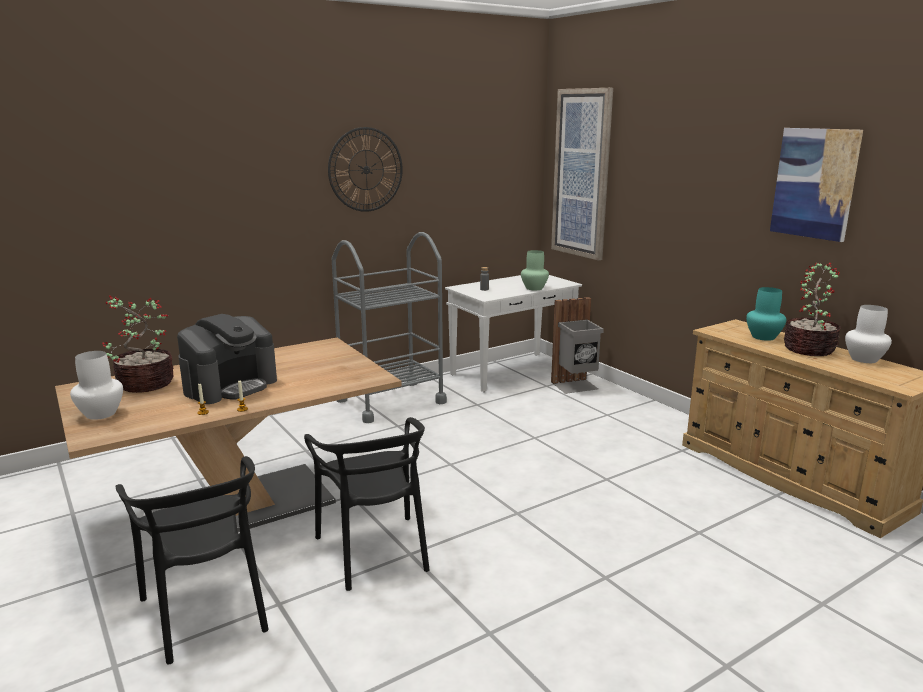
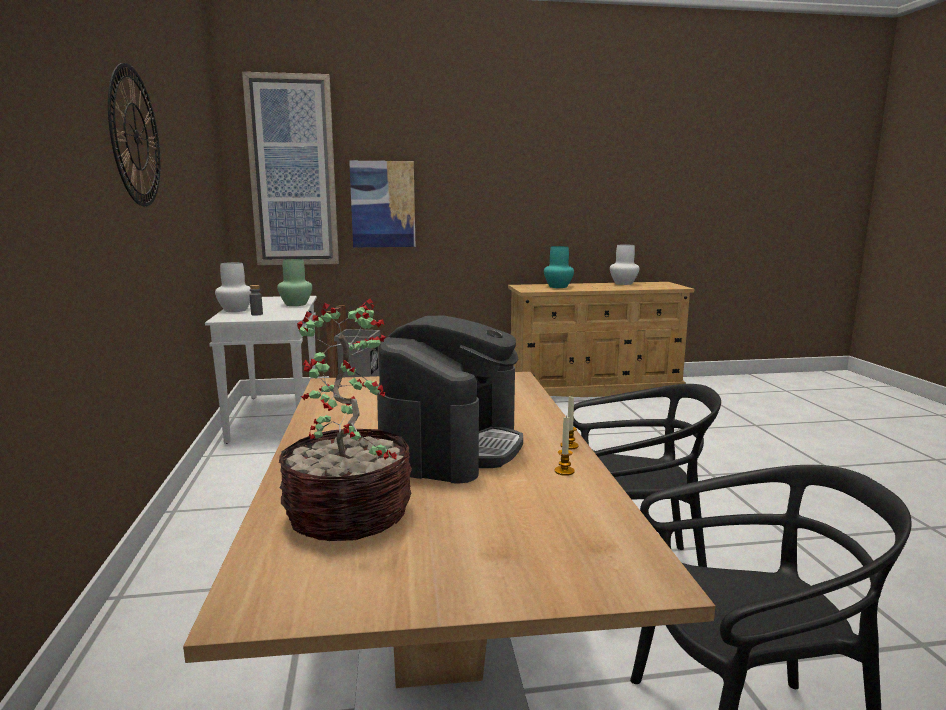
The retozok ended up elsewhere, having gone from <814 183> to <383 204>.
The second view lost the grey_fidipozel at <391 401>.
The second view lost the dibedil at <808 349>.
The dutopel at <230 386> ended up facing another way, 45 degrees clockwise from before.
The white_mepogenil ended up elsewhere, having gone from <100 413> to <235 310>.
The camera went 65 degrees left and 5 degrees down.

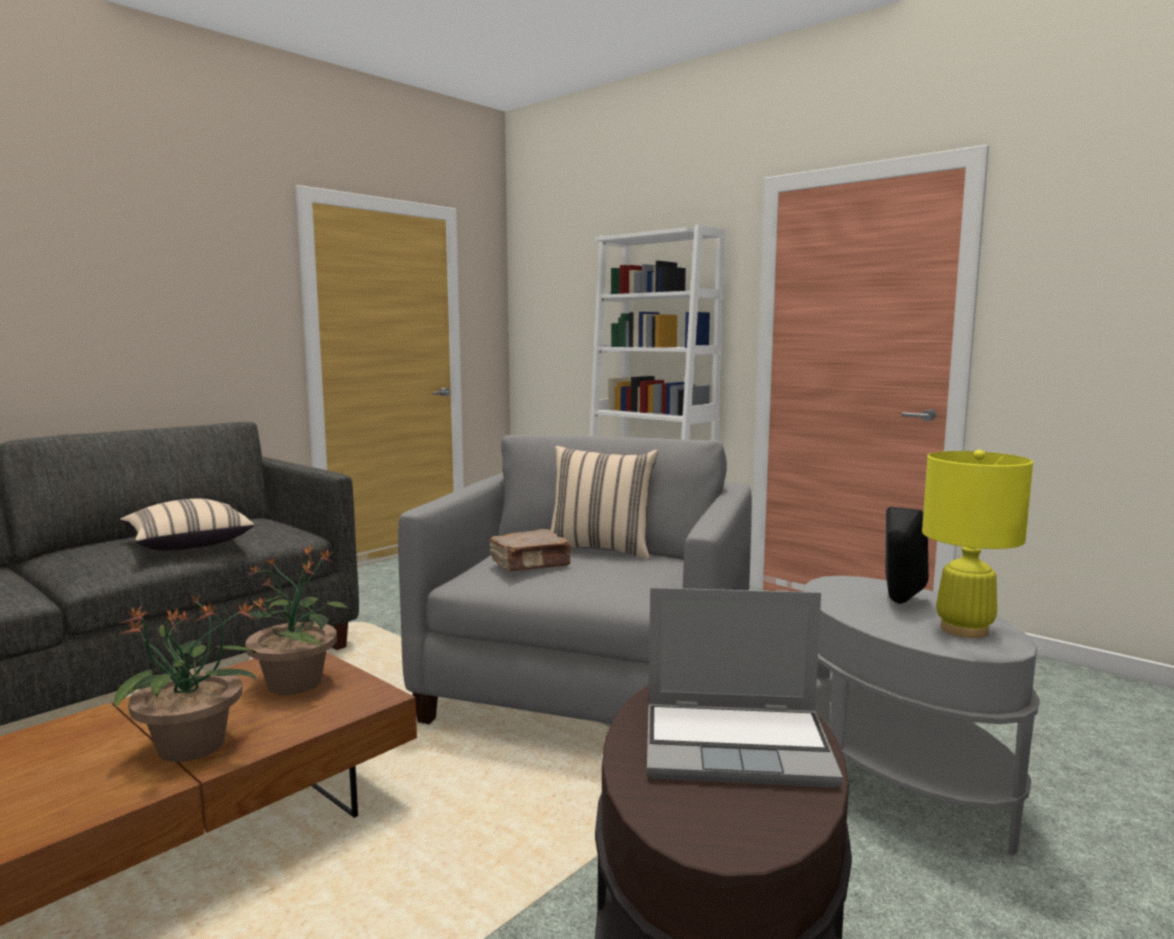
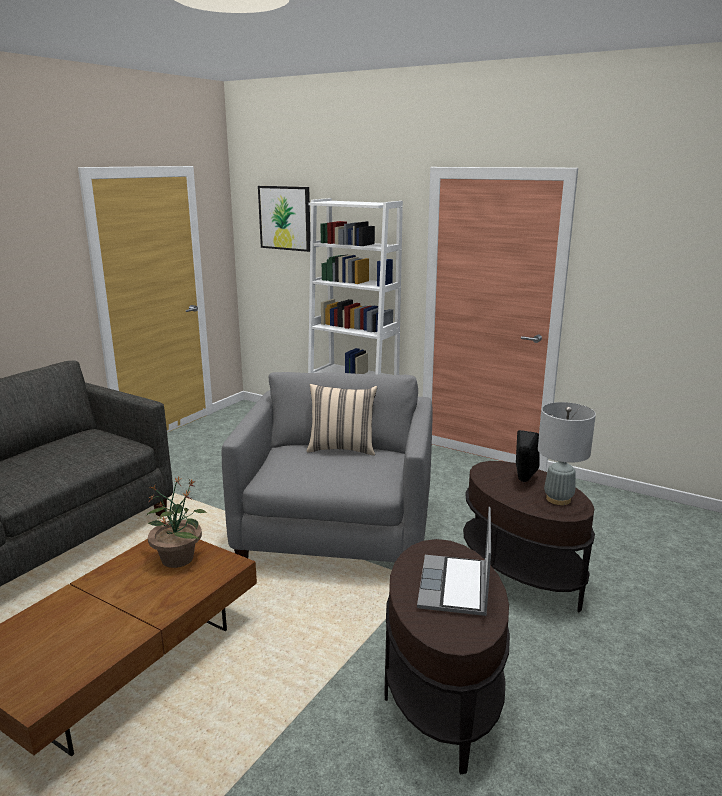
What was the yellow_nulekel at <964 630> turned into the grey_nulekel at <558 499>.
The second view lost the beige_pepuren at <188 543>.
The second view lost the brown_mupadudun at <531 564>.
What was the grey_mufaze at <896 782> turned into the brown_mufaze at <520 576>.
The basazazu at <738 746> ended up facing another way, 105 degrees clockwise from before.
The second view lost the dibedil at <193 746>.
The second view gained the retozok at <285 218>.
The camera went 10 degrees left and 10 degrees up.

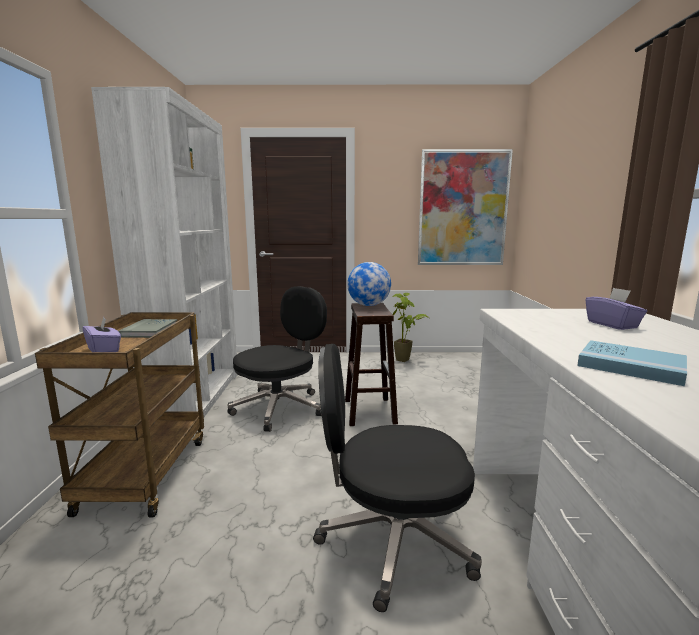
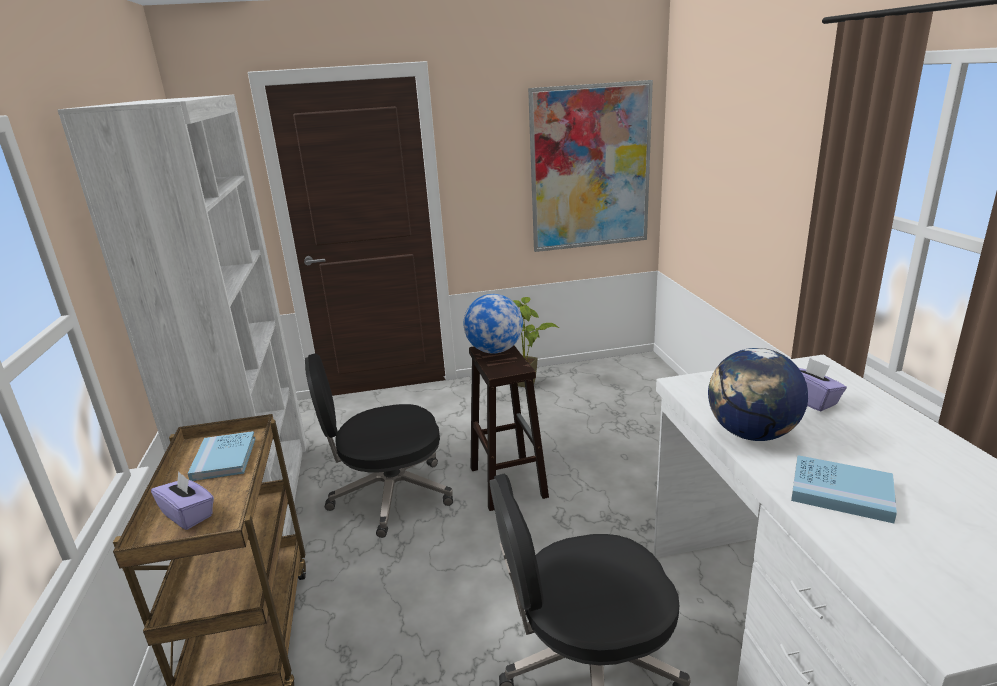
The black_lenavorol at <280 407> ended up facing another way, 135 degrees counterclockwise from before.
What was the grey_mupadudun at <150 331> turned into the blue_mupadudun at <224 458>.
The second view gained the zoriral at <752 434>.
The camera went 10 degrees left and 10 degrees up.

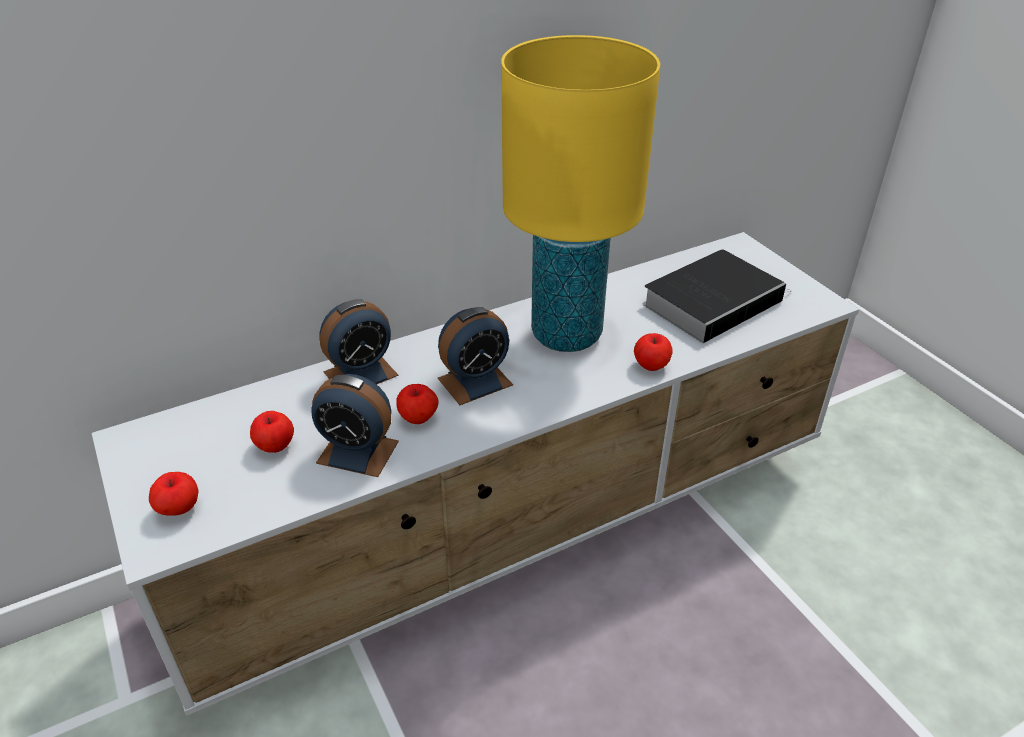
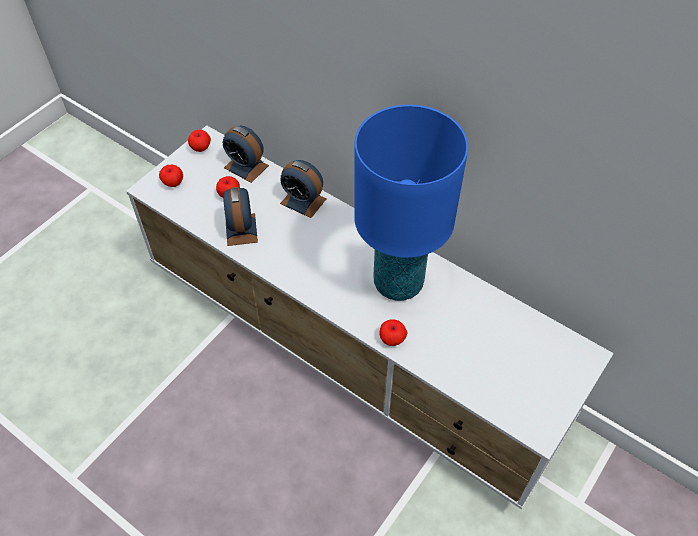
What was the yellow_nulekel at <567 334> turned into the blue_nulekel at <398 283>.
The second view lost the mupadudun at <714 300>.
The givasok ended up elsewhere, having gone from <475 381> to <246 166>.
The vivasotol ended up elsewhere, having gone from <418 418> to <201 148>.
The camera went 65 degrees right and 15 degrees up.

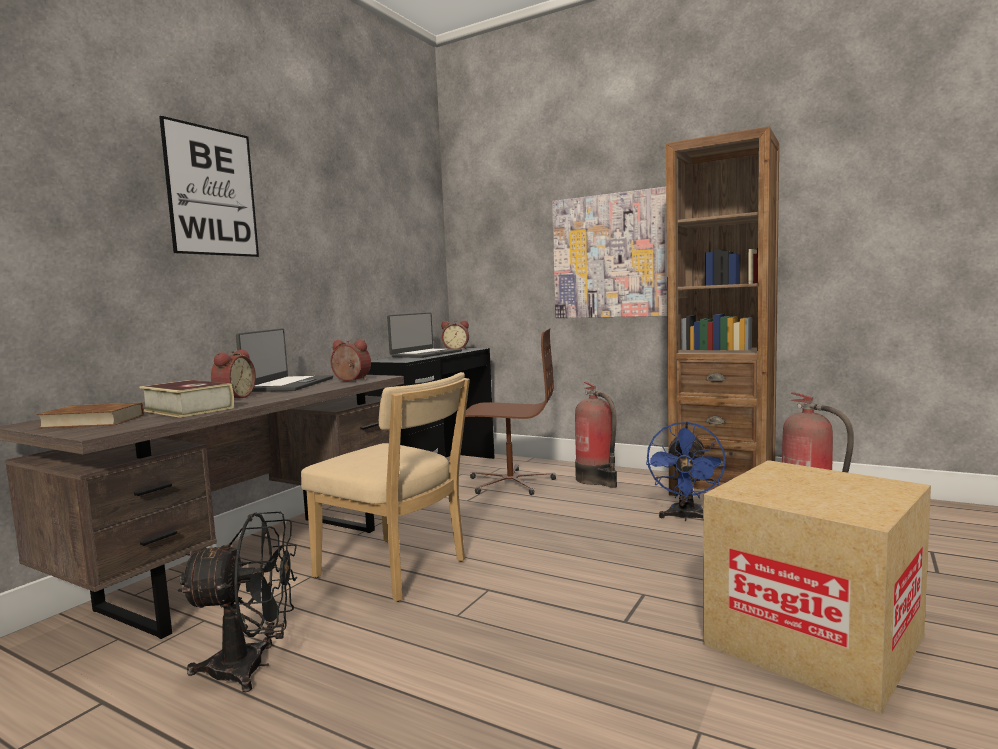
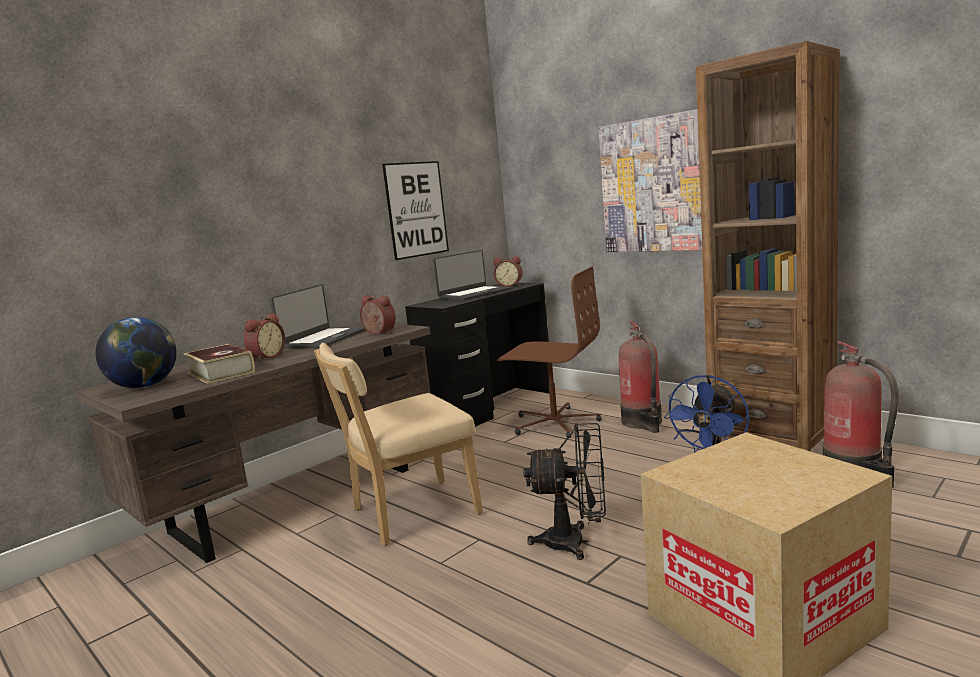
The retozok ended up elsewhere, having gone from <212 192> to <416 209>.
The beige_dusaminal at <396 570> ended up facing another way, 105 degrees clockwise from before.
Where the brown_mupadudun stood at <93 421>, the zoriral came to stand at <145 386>.
The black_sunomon ended up elsewhere, having gone from <252 667> to <576 542>.
The camera went 15 degrees right and 5 degrees up.

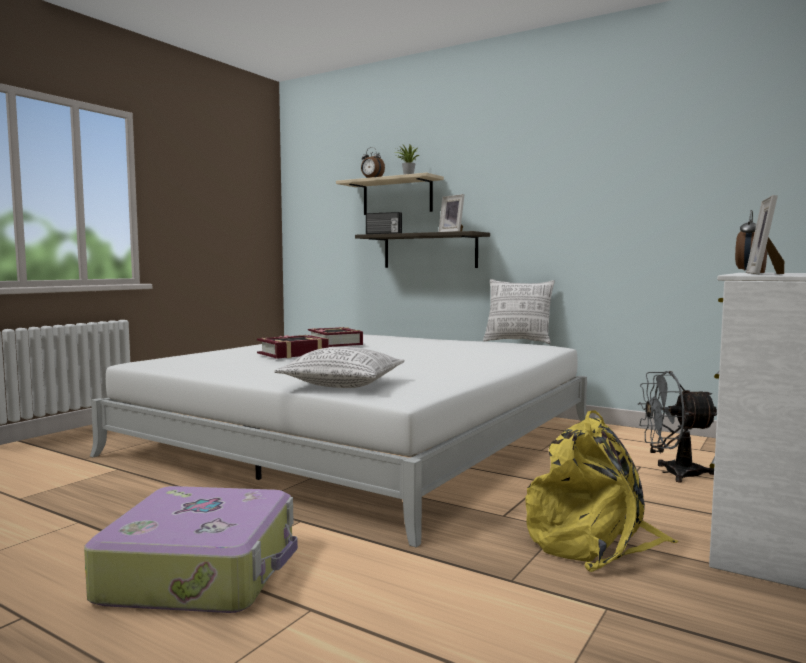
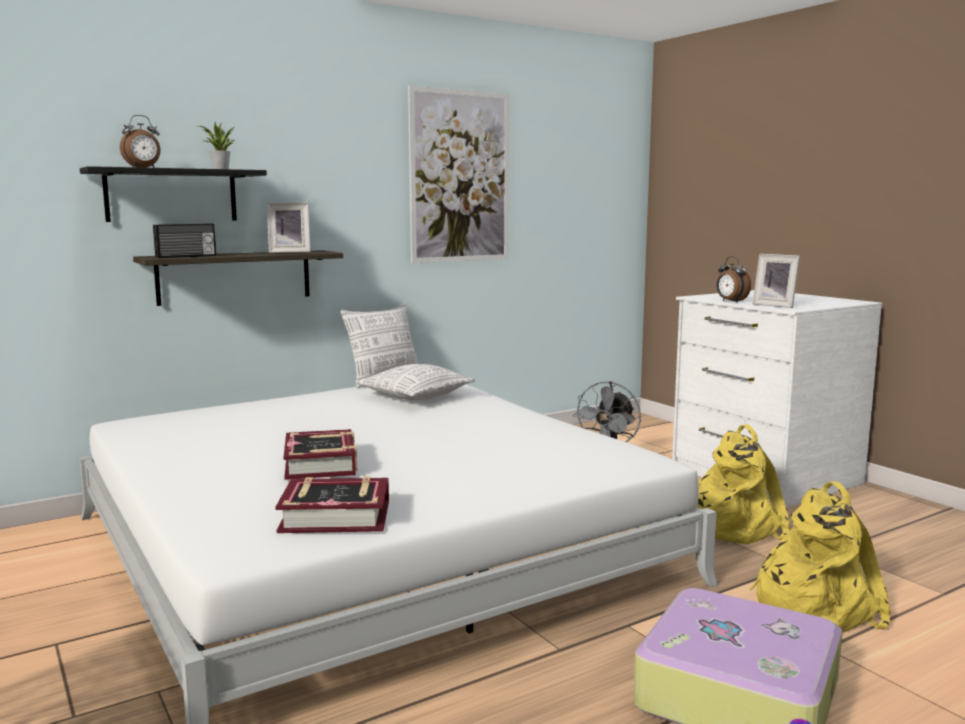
What was the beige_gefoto at <397 196> turned into the black_gefoto at <171 195>.
The mupadudun ended up elsewhere, having gone from <335 343> to <335 516>.
The pepuren ended up elsewhere, having gone from <343 384> to <415 396>.
The second view gained the retozok at <460 177>.
The second view gained the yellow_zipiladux at <814 605>.
The camera went 65 degrees left and 5 degrees up.

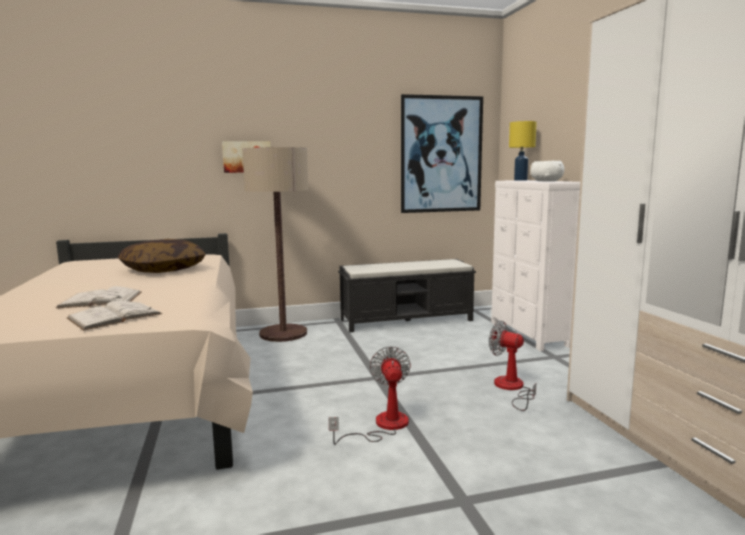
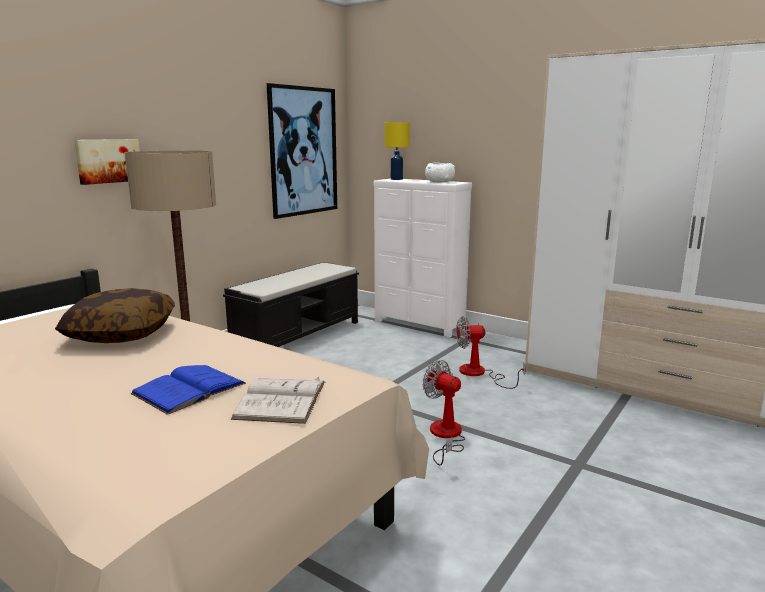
What was the white_mupadudun at <101 300> turned into the blue_mupadudun at <189 388>.
The camera went 40 degrees left and 5 degrees up.

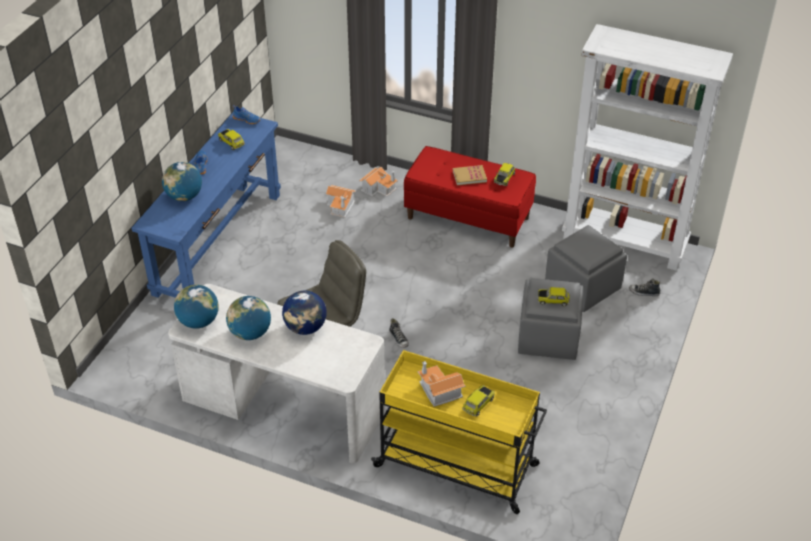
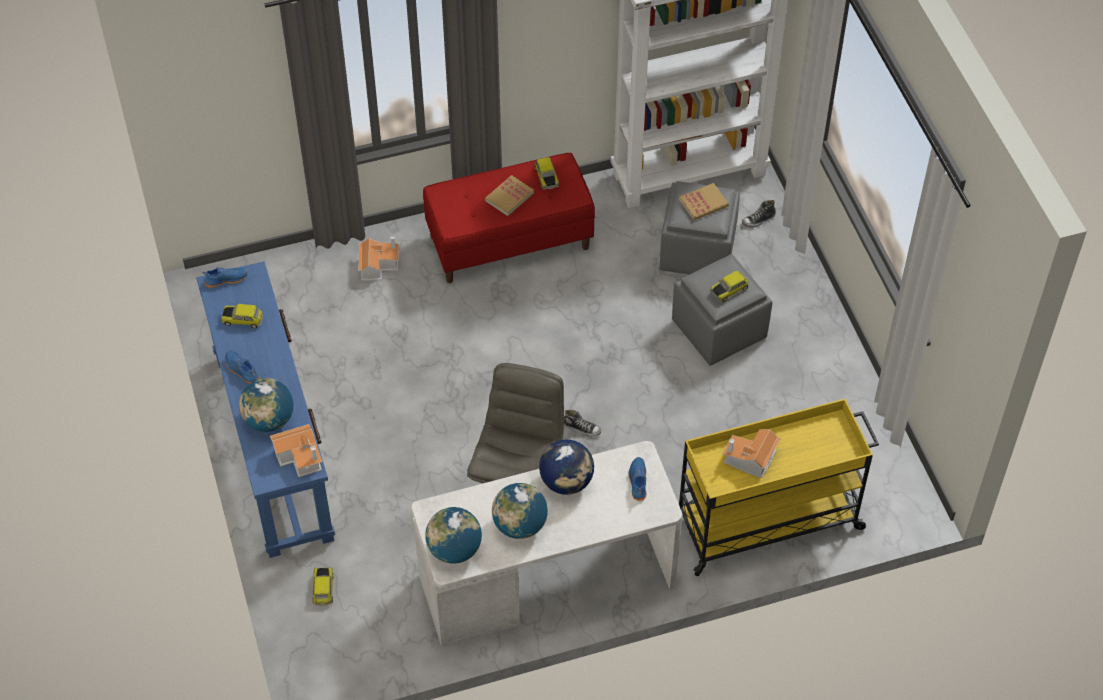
The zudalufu ended up elsewhere, having gone from <341 206> to <301 456>.
The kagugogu ended up elsewhere, having gone from <478 404> to <324 589>.
The second view gained the mupadudun at <703 203>.
The second view gained the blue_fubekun at <637 481>.
The camera went 40 degrees left and 10 degrees up.

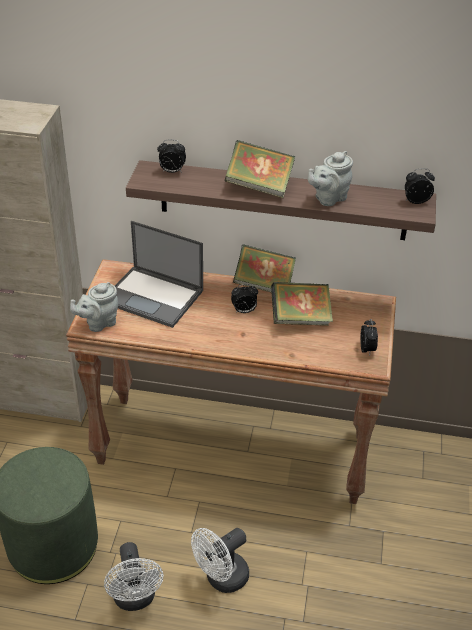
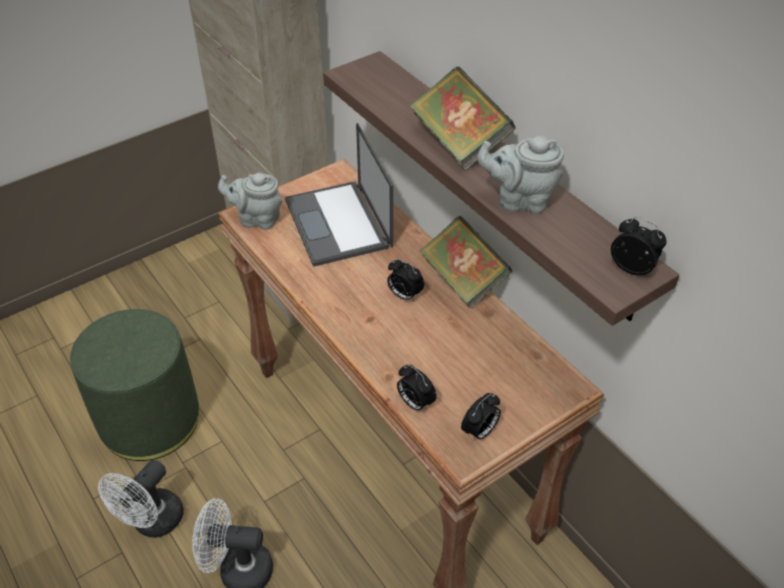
The givasok ended up elsewhere, having gone from <172 171> to <415 403>.
The second view lost the mupadudun at <300 318>.
The camera went 45 degrees right and 5 degrees up.

